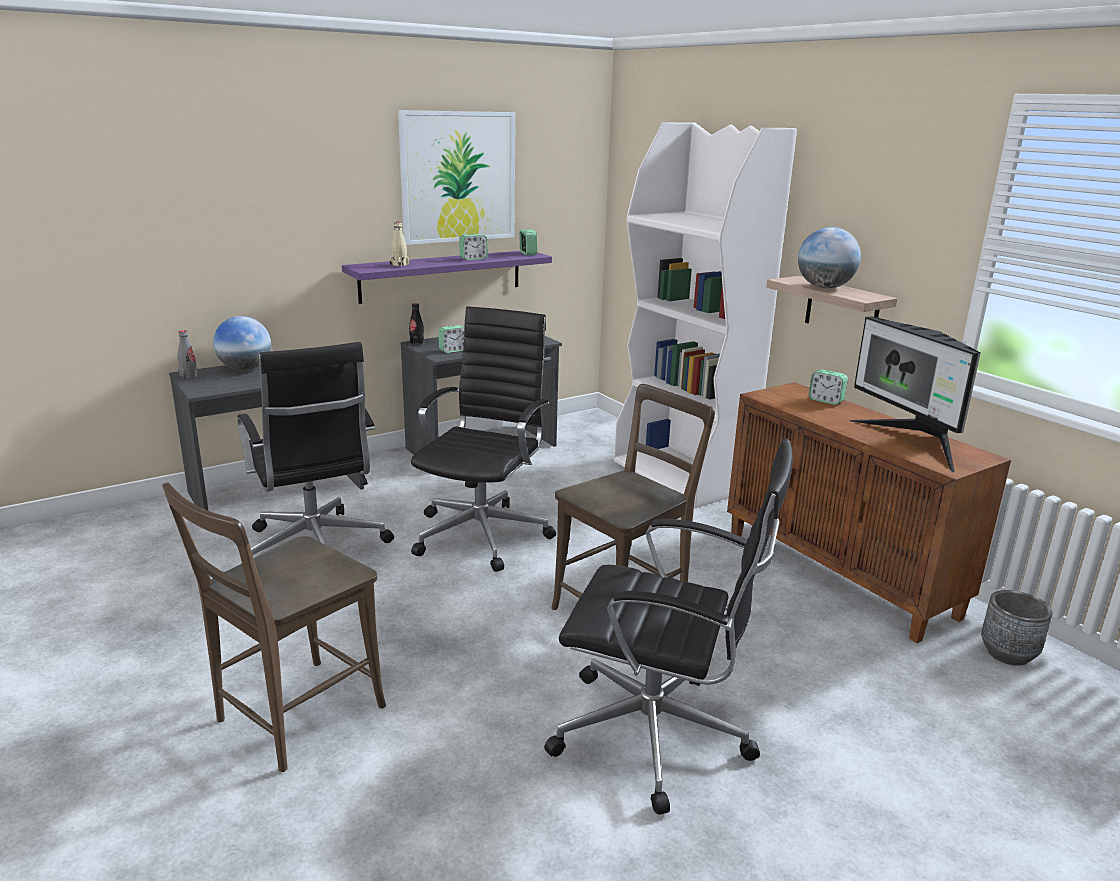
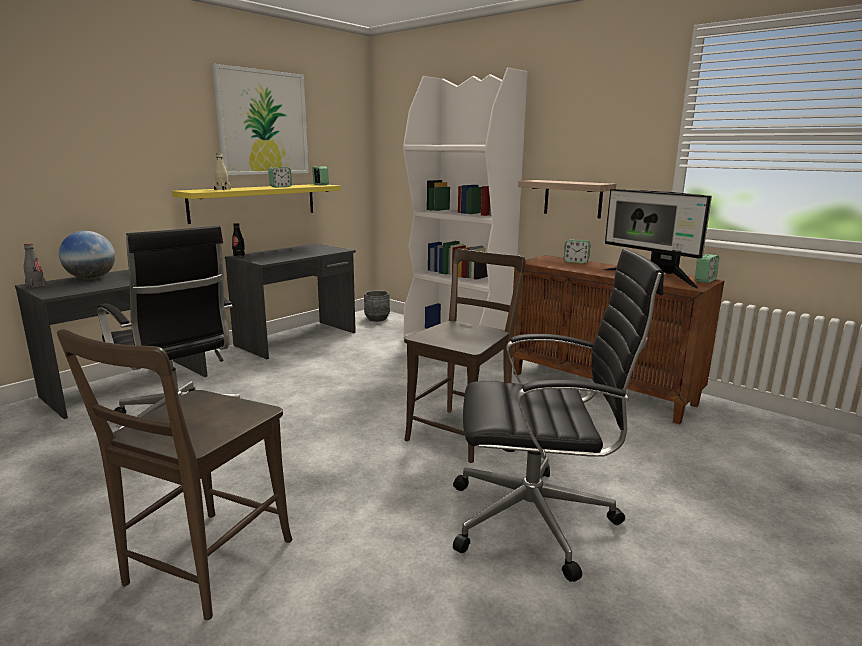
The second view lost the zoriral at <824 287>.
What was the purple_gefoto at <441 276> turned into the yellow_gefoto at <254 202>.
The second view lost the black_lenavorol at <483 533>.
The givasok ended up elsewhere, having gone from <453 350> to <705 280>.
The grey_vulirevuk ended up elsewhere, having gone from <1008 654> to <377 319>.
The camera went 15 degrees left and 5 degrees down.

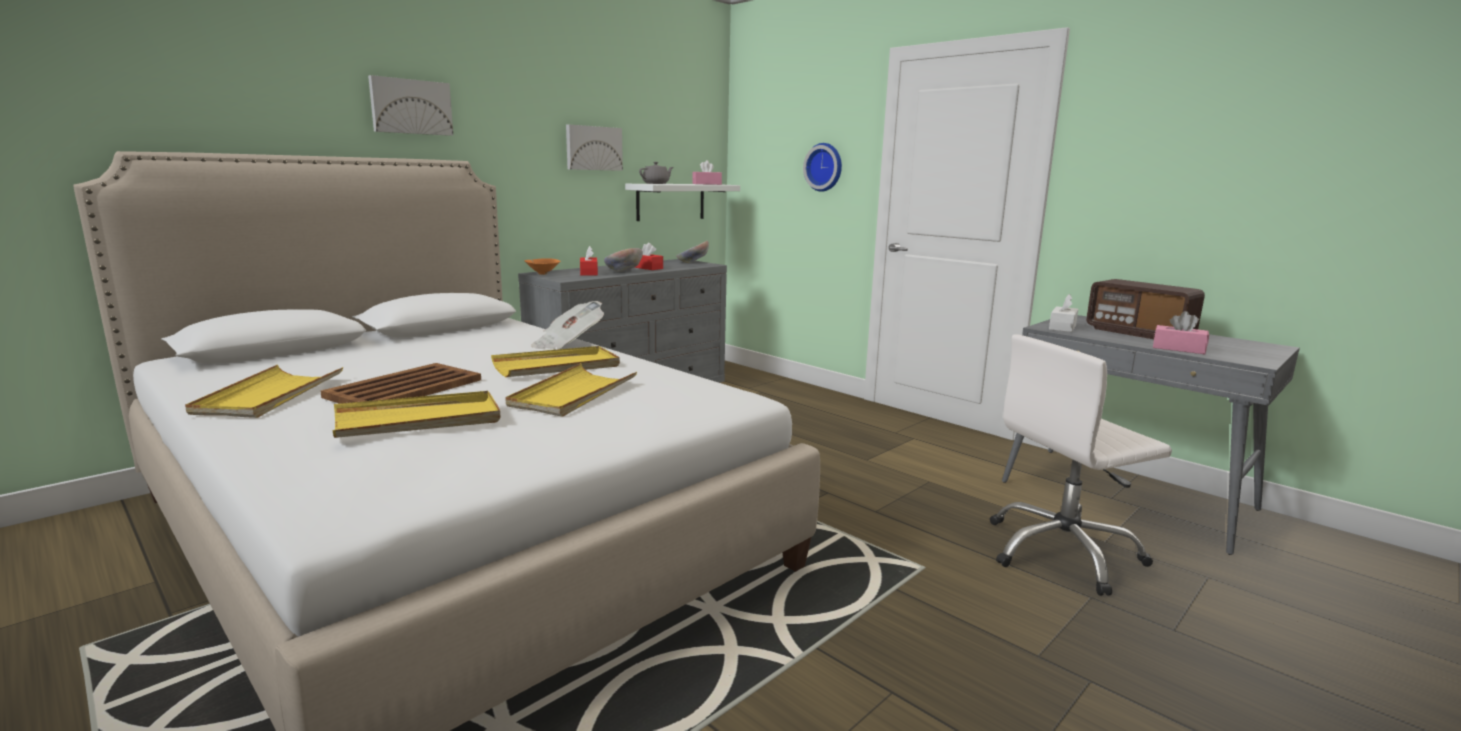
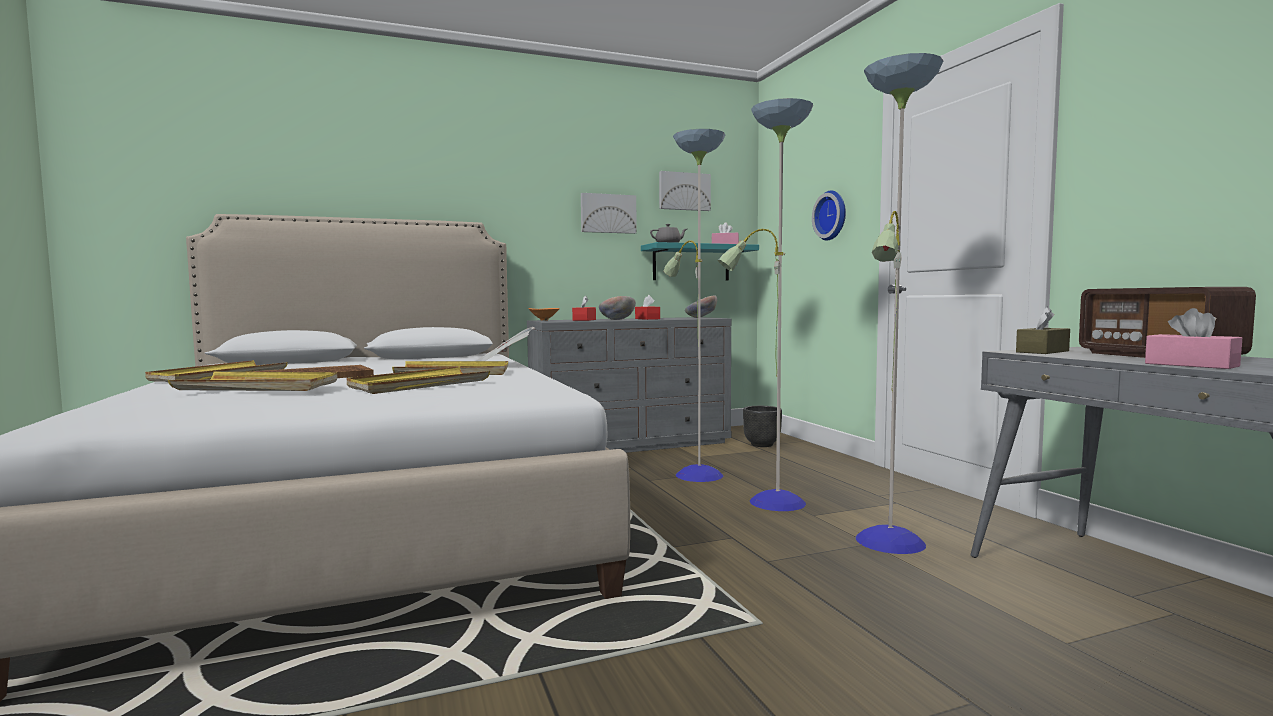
The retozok ended up elsewhere, having gone from <411 107> to <684 191>.
What was the white_gefoto at <670 201> turned into the turquoise_gefoto at <691 263>.
What was the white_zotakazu at <1062 327> turned into the brown_zotakazu at <1042 351>.
The second view lost the white_lenavorol at <1062 552>.
The second view gained the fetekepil at <774 503>.
The second view gained the black_vulirevuk at <761 445>.
The camera went 25 degrees right and 10 degrees down.

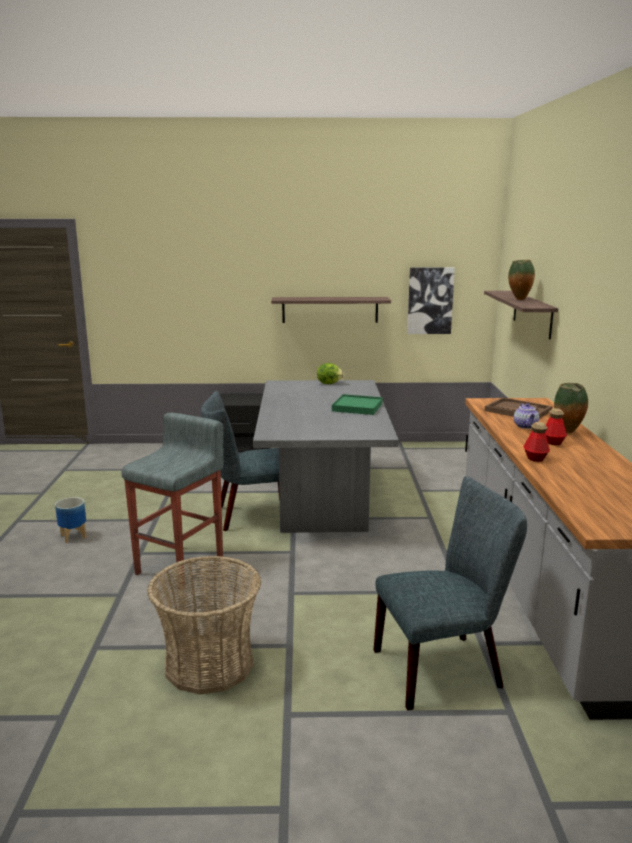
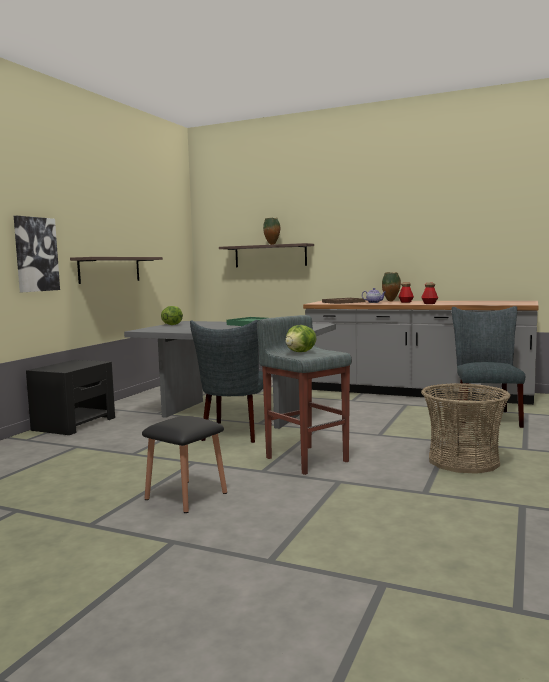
The retozok ended up elsewhere, having gone from <430 300> to <36 254>.
Where the vulirevuk stood at <73 537>, the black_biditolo came to stand at <186 496>.
The second view gained the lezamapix at <301 352>.
The camera went 65 degrees left and 10 degrees down.

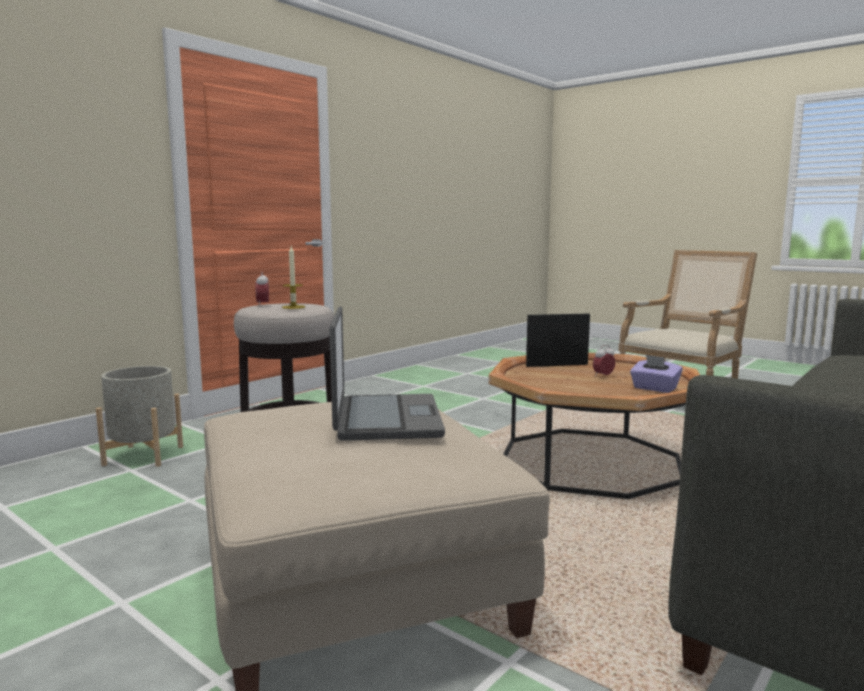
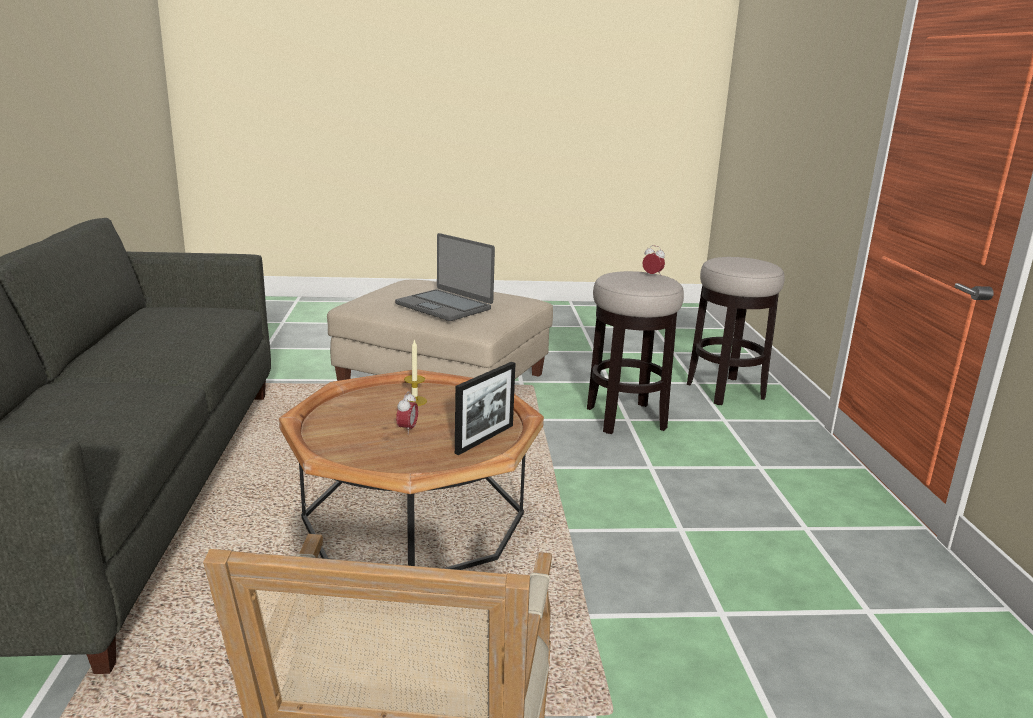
The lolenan ended up elsewhere, having gone from <293 307> to <414 401>.
The second view lost the purple_zotakazu at <654 388>.
Where the grey_vulirevuk stood at <143 456>, the biditolo came to stand at <725 391>.
The camera went 135 degrees right and 10 degrees up.

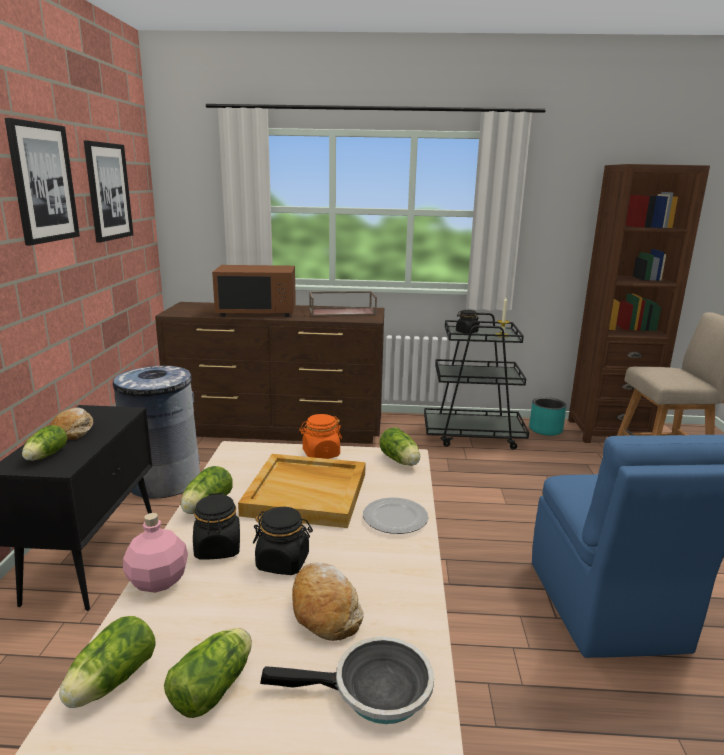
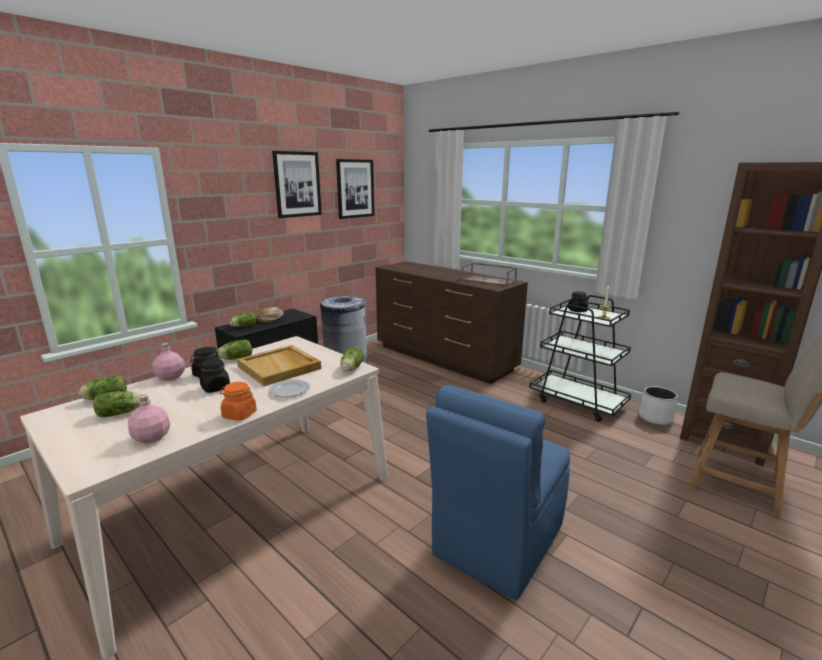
The second view lost the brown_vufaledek at <257 312>.
What was the turquoise_vulirevuk at <545 430> turned into the white_vulirevuk at <655 417>.
The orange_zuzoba ended up elsewhere, having gone from <321 454> to <239 414>.
The second view lost the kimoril at <324 610>.
Where the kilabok stood at <374 691>, the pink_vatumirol came to stand at <151 438>.
The camera went 40 degrees right and 0 degrees up.

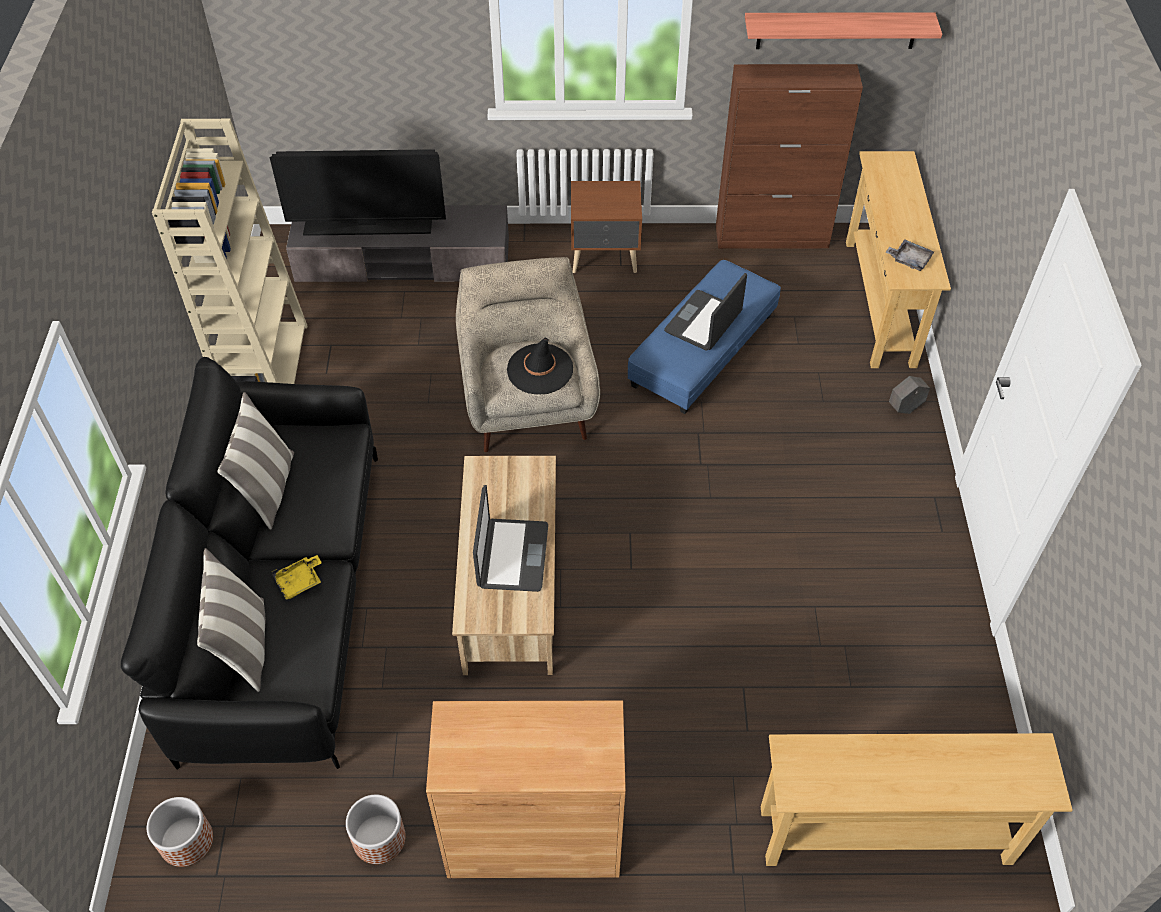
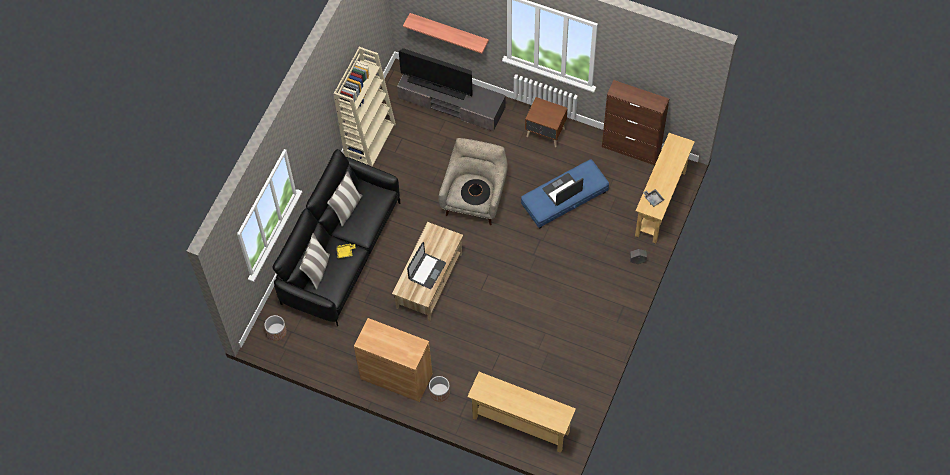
The gefoto ended up elsewhere, having gone from <837 30> to <449 31>.
The vulirevuk ended up elsewhere, having gone from <378 839> to <439 392>.
The camera went 25 degrees right and 10 degrees up.

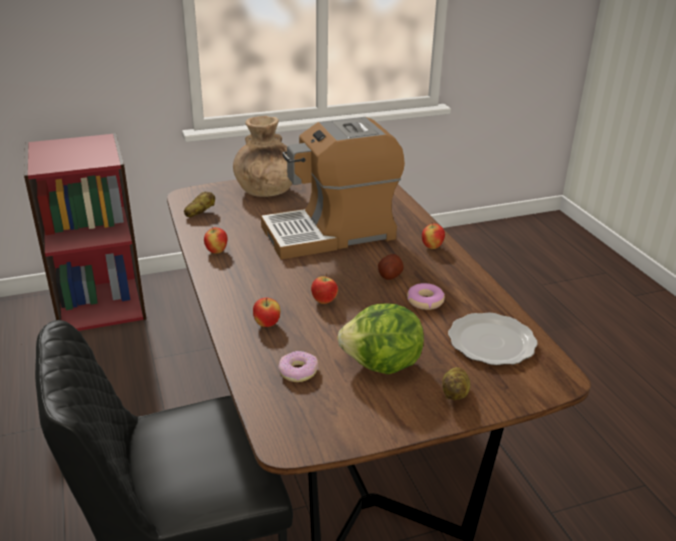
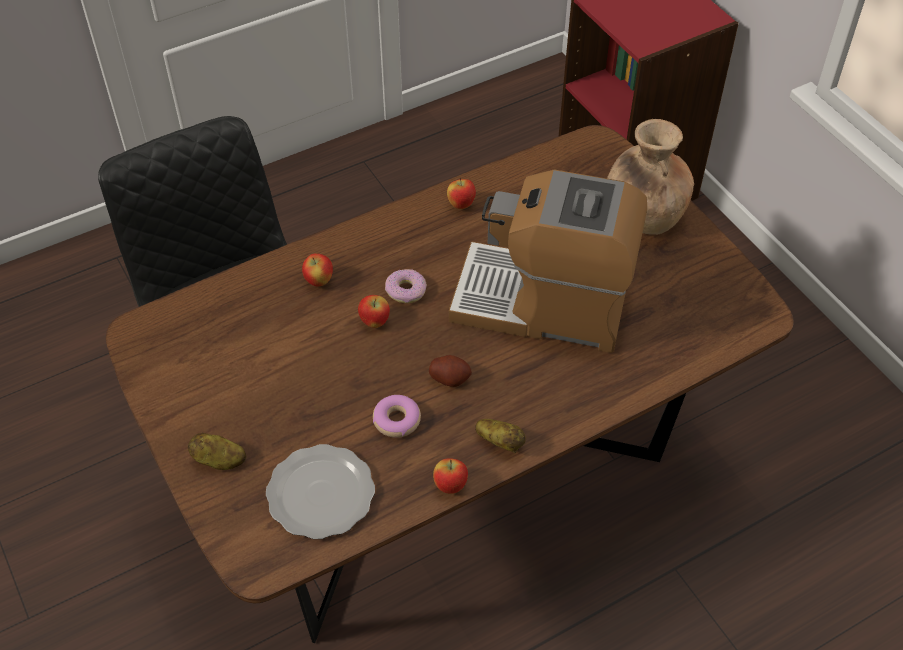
The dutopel at <331 233> ended up facing another way, 45 degrees counterclockwise from before.
The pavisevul ended up elsewhere, having gone from <200 213> to <500 441>.
The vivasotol ended up elsewhere, having gone from <432 247> to <450 486>.
The second view lost the lezamapix at <382 365>.
The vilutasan ended up elsewhere, having gone from <298 371> to <406 290>.
The camera went 80 degrees right and 20 degrees up.

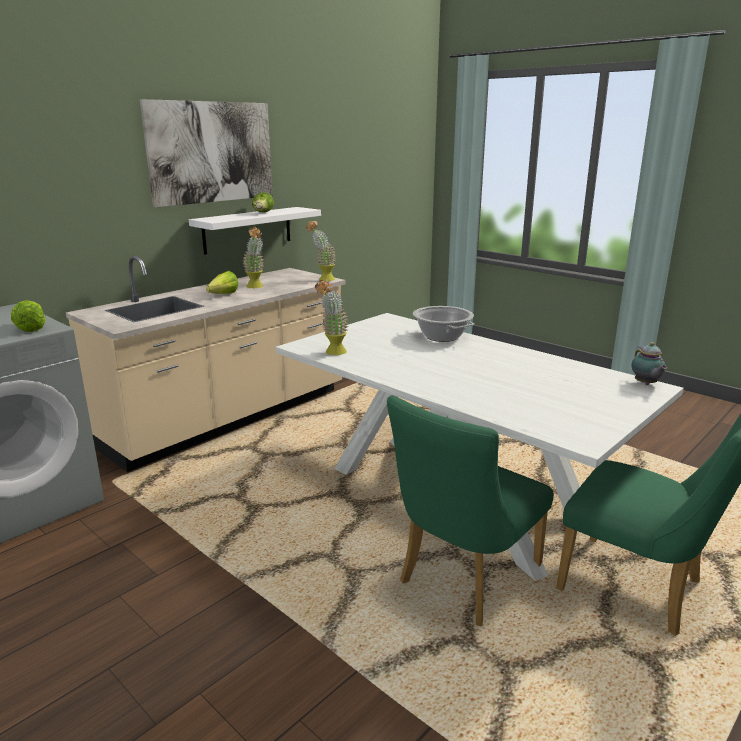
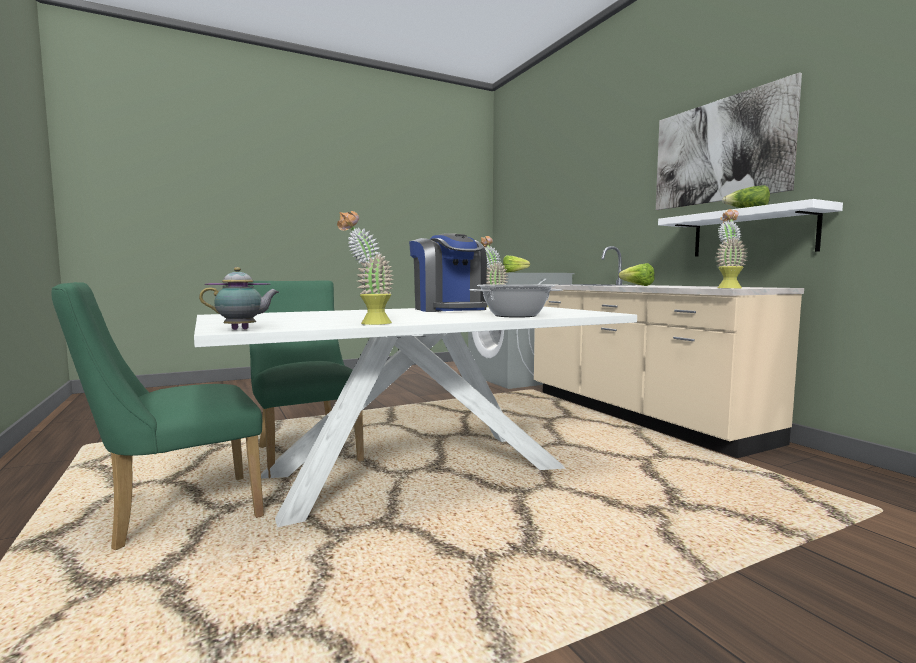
The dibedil ended up elsewhere, having gone from <256 287> to <367 323>.
The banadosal at <645 384> ended up facing another way, 150 degrees clockwise from before.
The second view gained the dutopel at <449 309>.
The camera went 110 degrees right and 15 degrees down.

